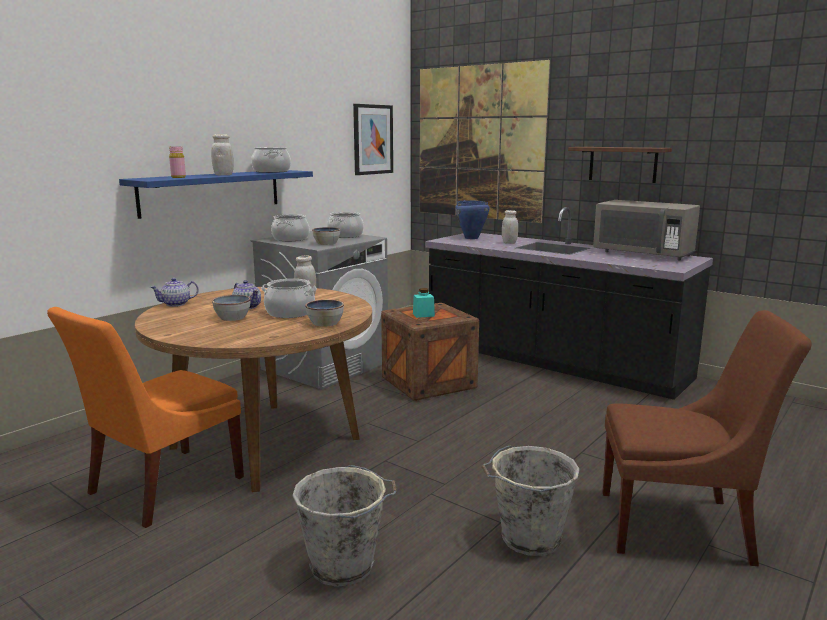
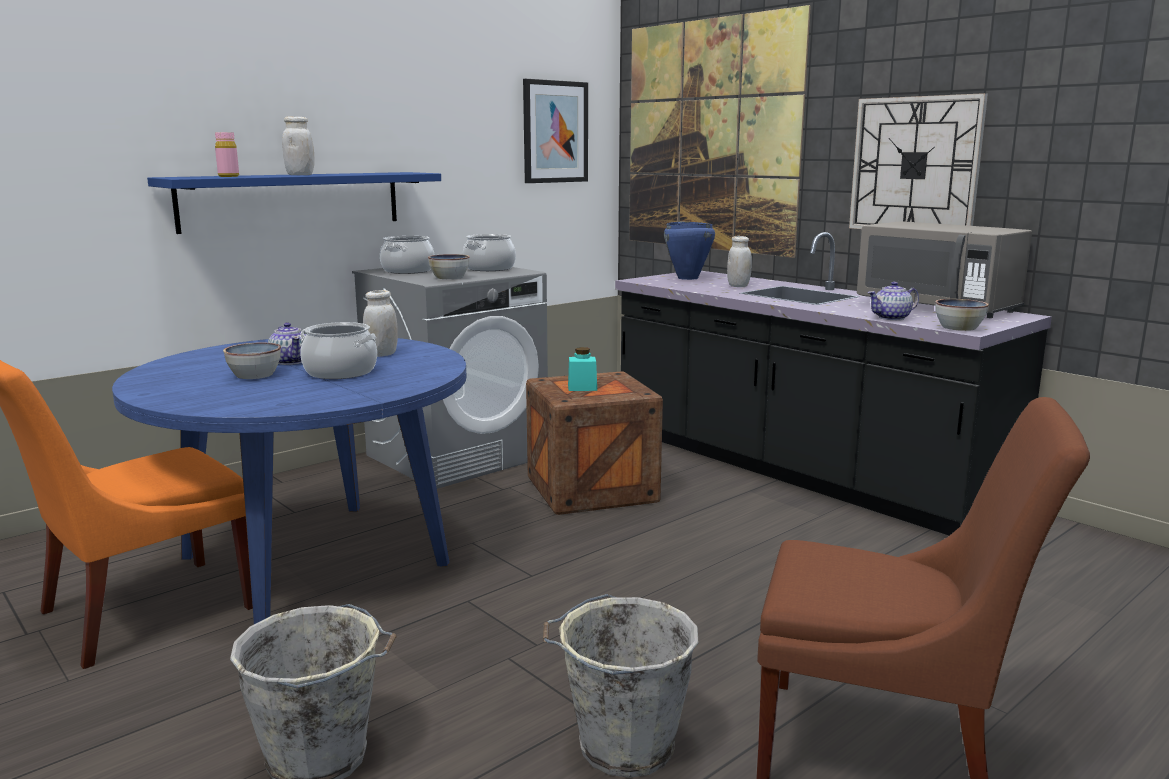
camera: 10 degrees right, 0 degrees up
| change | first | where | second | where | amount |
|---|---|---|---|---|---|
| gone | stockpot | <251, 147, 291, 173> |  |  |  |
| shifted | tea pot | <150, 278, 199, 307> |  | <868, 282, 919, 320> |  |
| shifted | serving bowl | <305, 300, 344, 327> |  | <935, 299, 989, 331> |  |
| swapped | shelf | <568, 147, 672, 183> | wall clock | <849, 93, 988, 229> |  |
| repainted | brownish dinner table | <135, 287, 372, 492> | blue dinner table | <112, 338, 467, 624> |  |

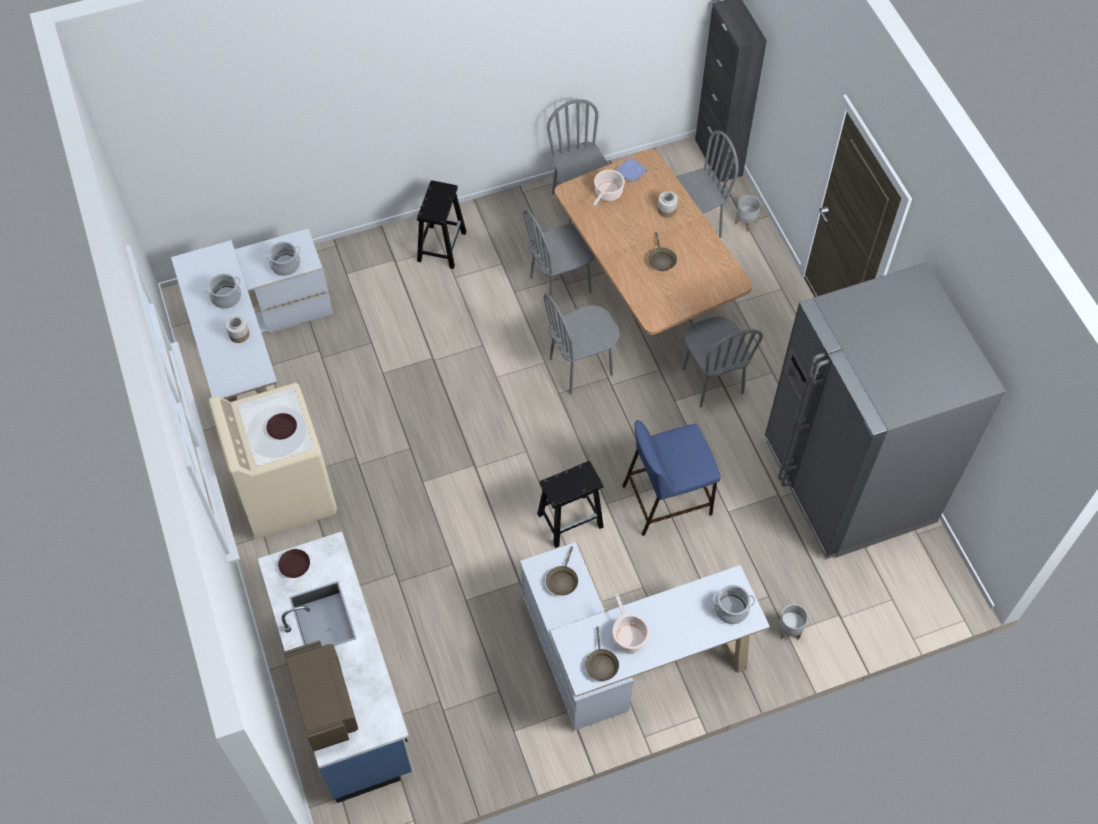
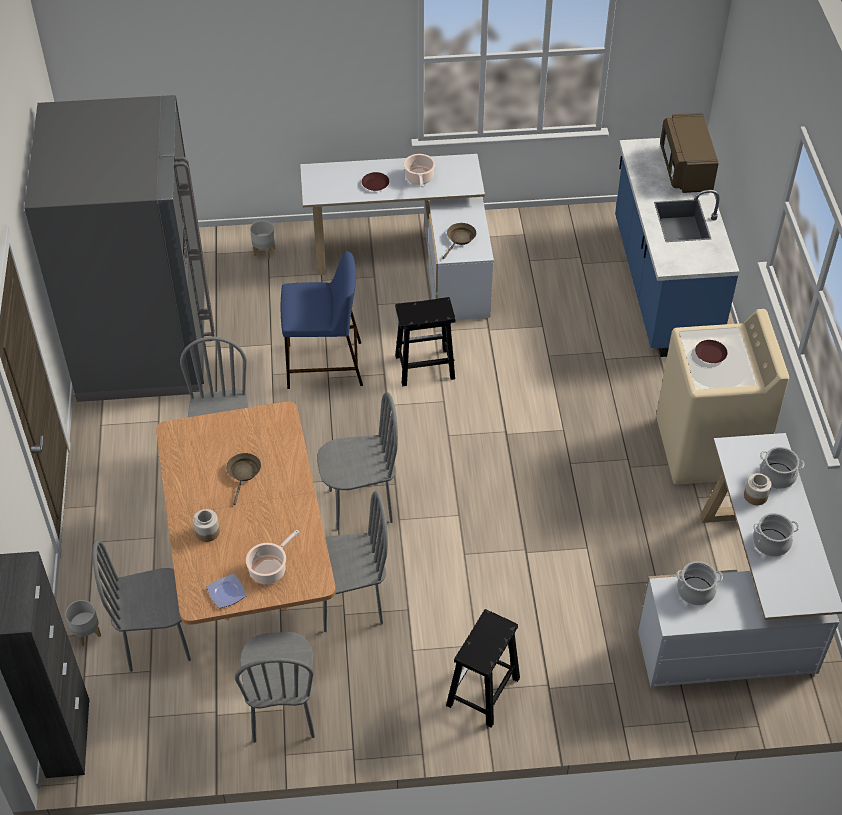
camera: 165 degrees left, 10 degrees down
| change | first | where | second | where | amount |
|---|---|---|---|---|---|
| gone | brownish skillet | <585, 627, 619, 681> |  |  |  |
| shifted | brownish plate | <278, 549, 310, 578> |  | <362, 172, 389, 191> |  |
| shifted | stockpot | <713, 585, 755, 624> |  | <760, 447, 805, 489> |  |

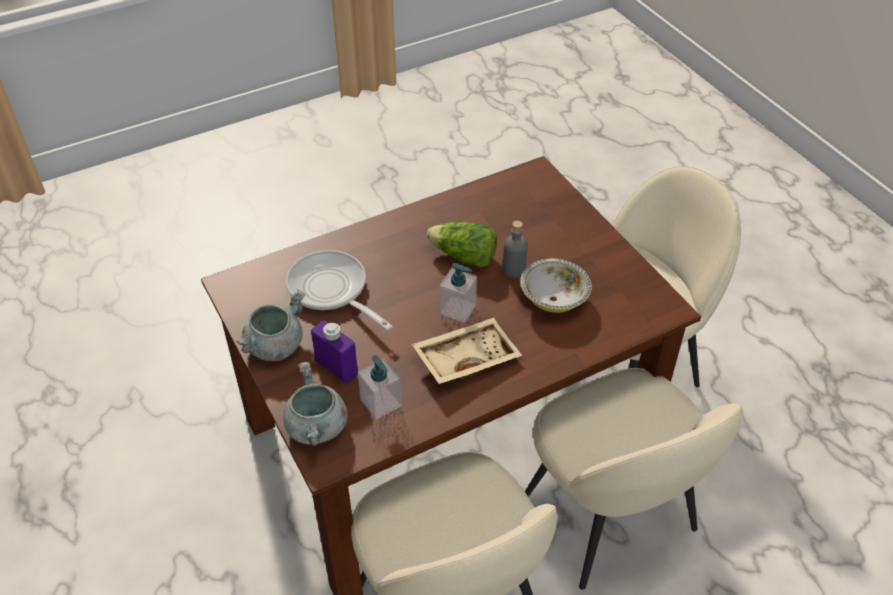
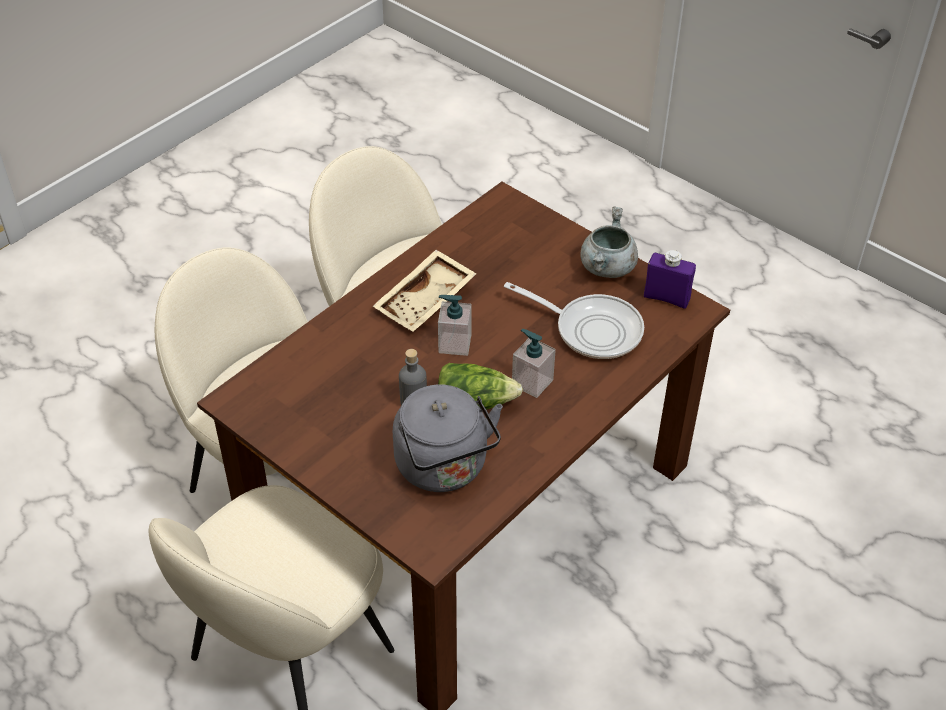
camera: 160 degrees right, 0 degrees up
| change | first | where | second | where | amount |
|---|---|---|---|---|---|
| gone | greyish stockpot | <283, 362, 348, 446> |  |  |  |
| gone | serving bowl | <520, 258, 592, 313> |  |  |  |
| new |  |  | greyish kettle | <393, 384, 503, 492> |  |
| shifted | purplish bottle | <311, 320, 358, 384> |  | <644, 250, 696, 309> |  |
| shifted | liquid soap bottle | <358, 355, 402, 420> |  | <512, 329, 556, 398> |  |

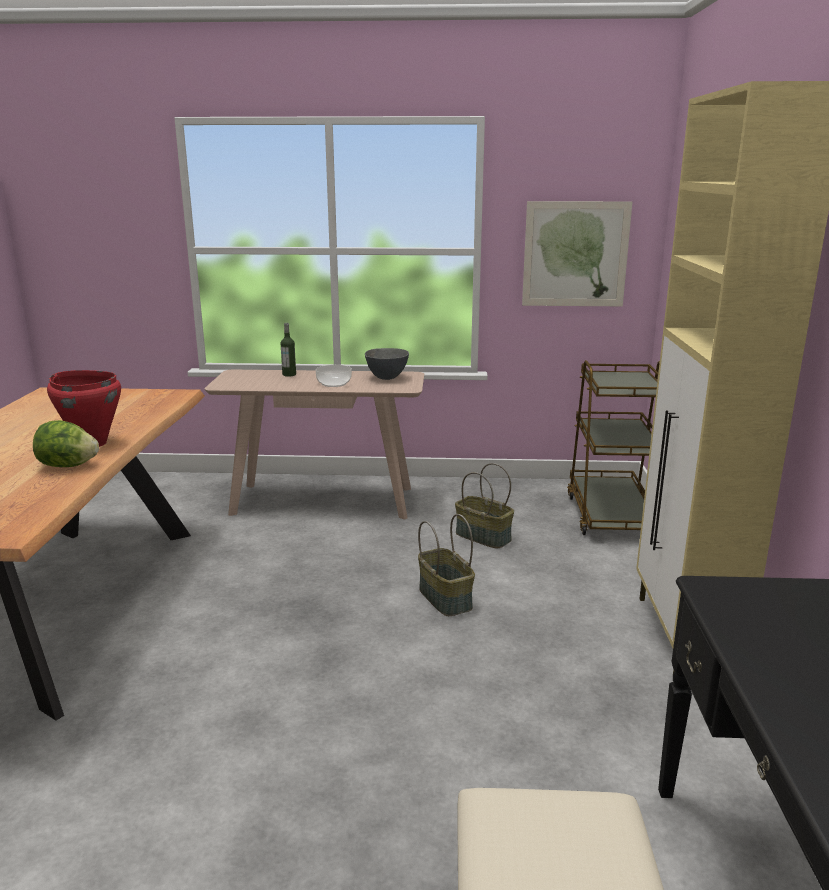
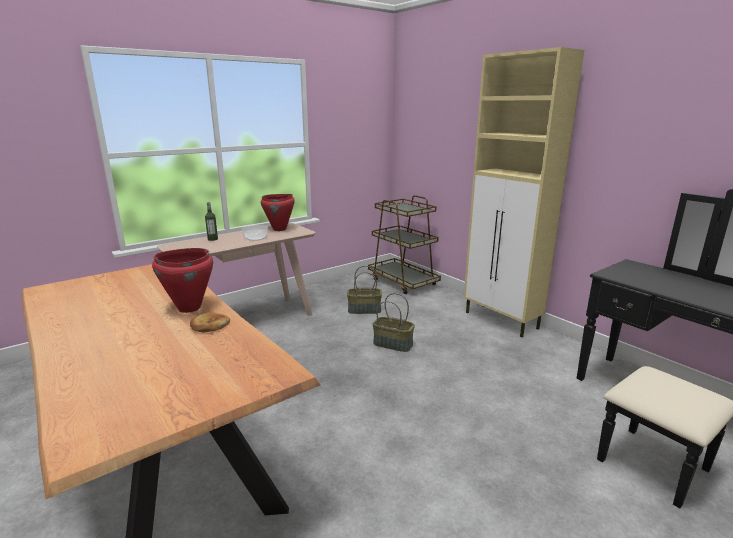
camera: 40 degrees left, 0 degrees up
| change | first | where | second | where | amount |
|---|---|---|---|---|---|
| gone | picture | <522, 201, 632, 306> |  |  |  |
| swapped | lettuce | <33, 420, 99, 467> | baked bread | <190, 312, 230, 332> |  |
| swapped | greyish serving bowl | <365, 348, 409, 380> | reddish stockpot | <261, 194, 295, 231> |  |

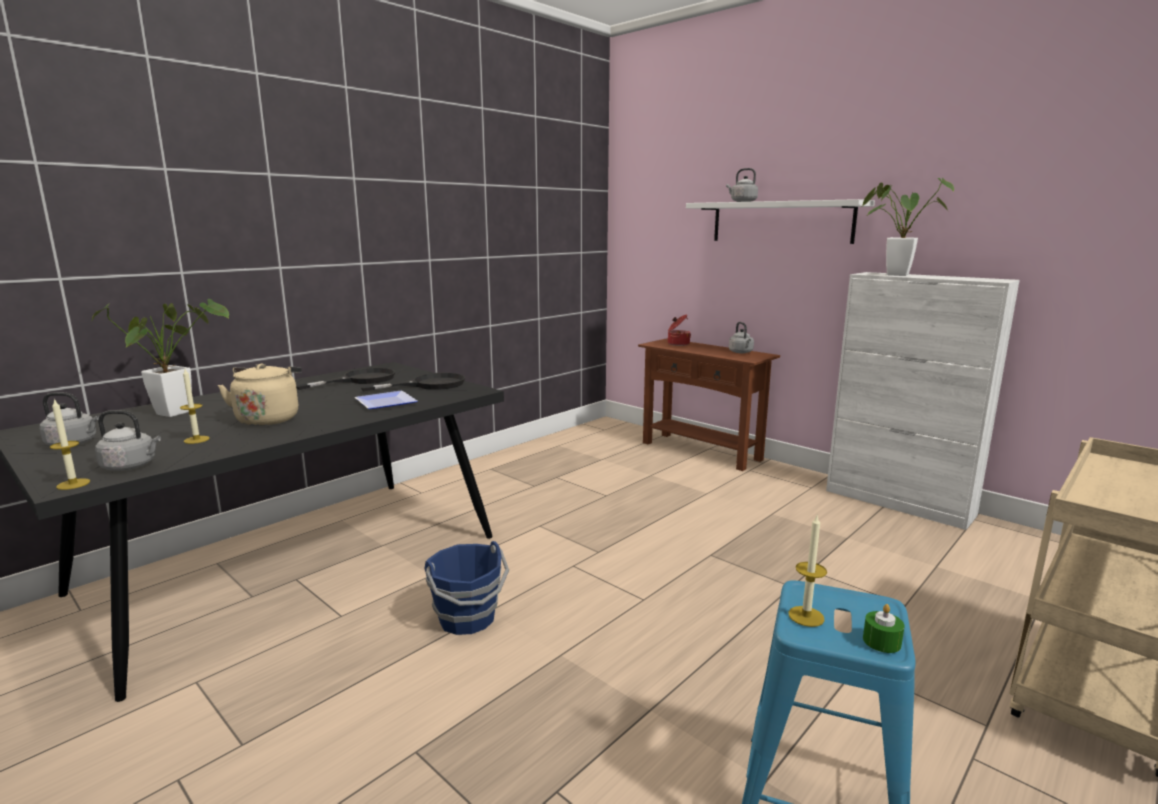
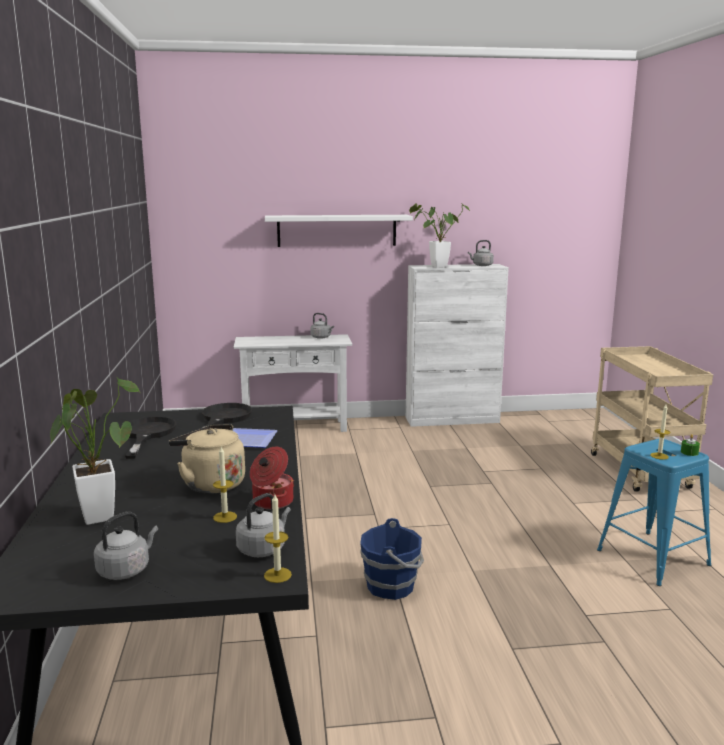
camera: 50 degrees left, 0 degrees up
| change | first | where | second | where | amount |
|---|---|---|---|---|---|
| shifted | stockpot | <668, 314, 691, 346> |  | <250, 447, 294, 510> |  |
| shifted | greyish kettle | <726, 168, 758, 202> |  | <468, 240, 494, 266> |  |
| repainted | brownish hall table | <638, 338, 780, 471> | white hall table | <233, 334, 352, 432> |  |

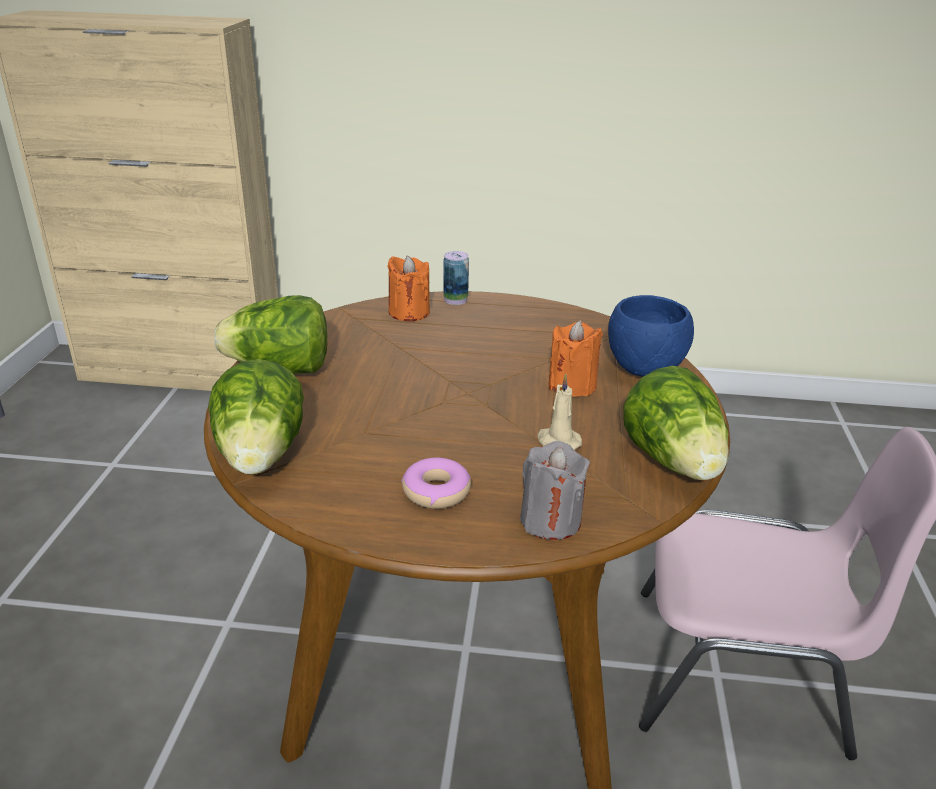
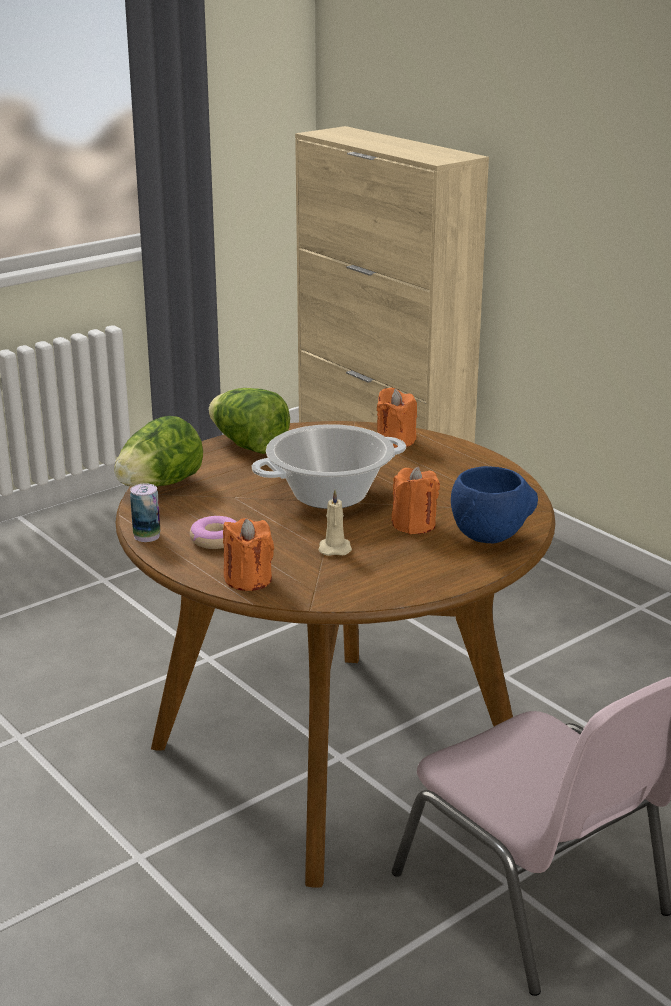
camera: 45 degrees right, 5 degrees down
| change | first | where | second | where | amount |
|---|---|---|---|---|---|
| gone | lettuce | <623, 366, 729, 480> |  |  |  |
| new |  |  | stockpot | <252, 424, 406, 509> |  |
| shifted | metal can | <443, 251, 469, 305> |  | <130, 483, 160, 542> |  |
| repainted | greyish wax light | <520, 441, 590, 540> | orangey wax light | <223, 518, 274, 591> |  |

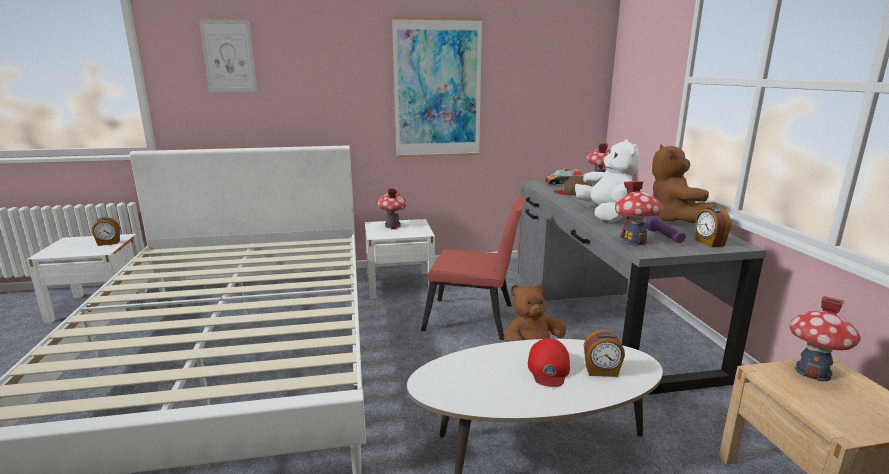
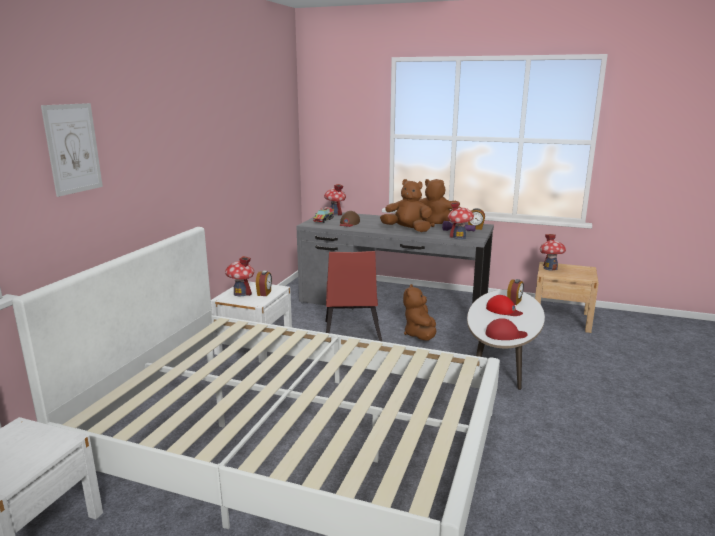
camera: 60 degrees left, 0 degrees up
| change | first | where | second | where | amount |
|---|---|---|---|---|---|
| gone | picture | <392, 16, 483, 158> |  |  |  |
| new |  |  | reddish cap | <486, 318, 528, 340> |  |
| shifted | bedside clock | <92, 217, 120, 246> |  | <256, 271, 272, 296> |  |
| repainted | white cuddly toy | <575, 139, 639, 222> | brownish cuddly toy | <380, 179, 432, 232> |  |
| rotated | reddish chair | <421, 196, 526, 340> |  | <325, 251, 383, 342> | 135 degrees clockwise |

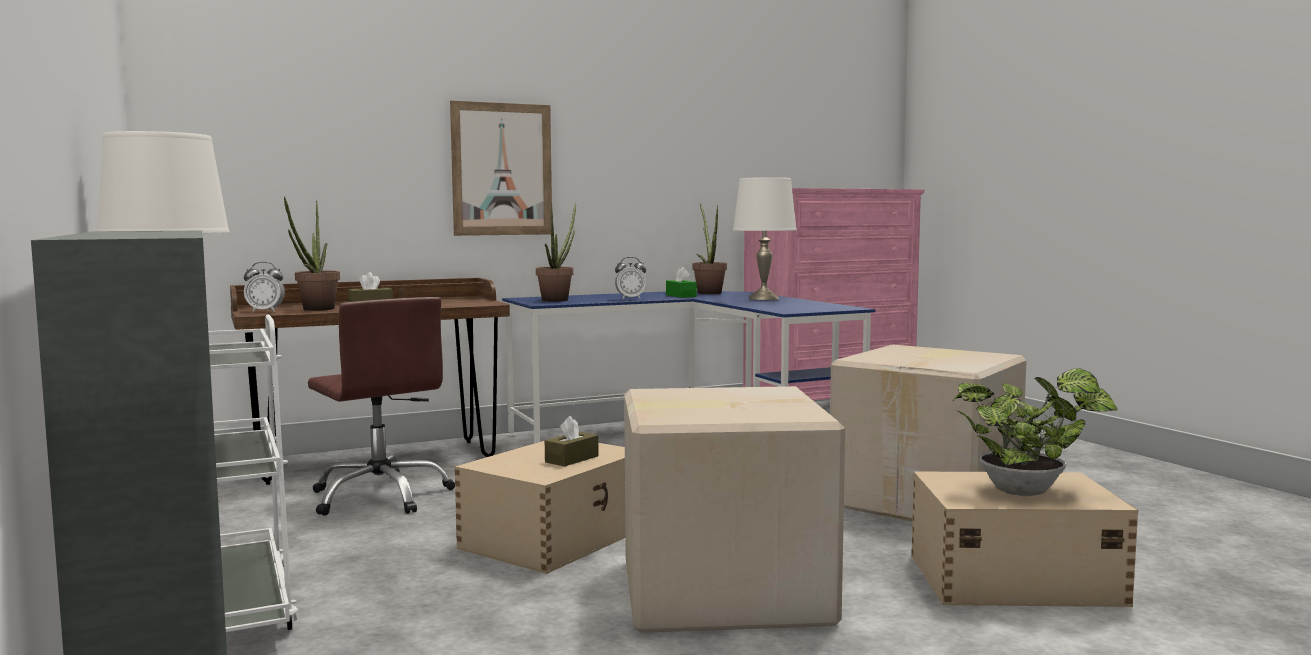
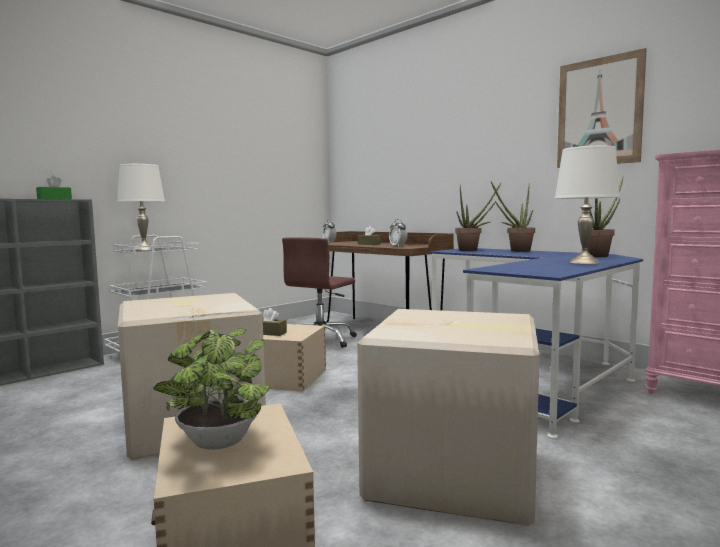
camera: 70 degrees right, 0 degrees up
| change | first | where | second | where | amount |
|---|---|---|---|---|---|
| shifted | potted plant | <284, 196, 340, 311> |  | <491, 182, 535, 252> |  |
| shifted | picture | <450, 101, 552, 236> |  | <557, 48, 646, 168> |  |
| shifted | bedside clock | <615, 257, 646, 299> |  | <389, 219, 407, 247> |  |
| shifted | greenish tissue box | <666, 267, 697, 298> |  | <36, 176, 72, 199> |  |

